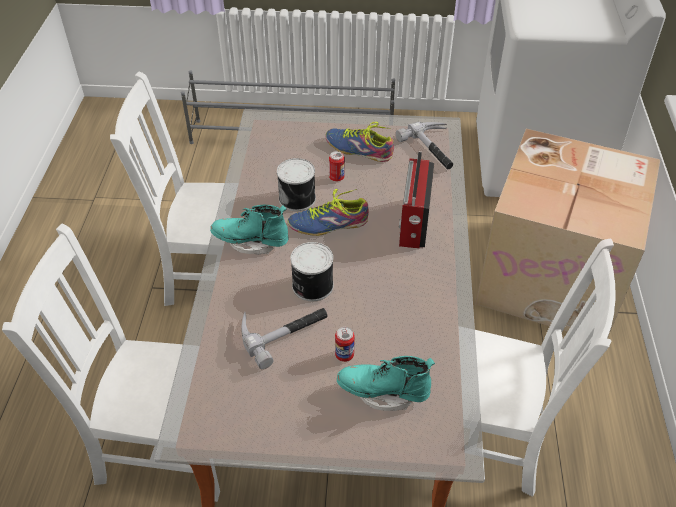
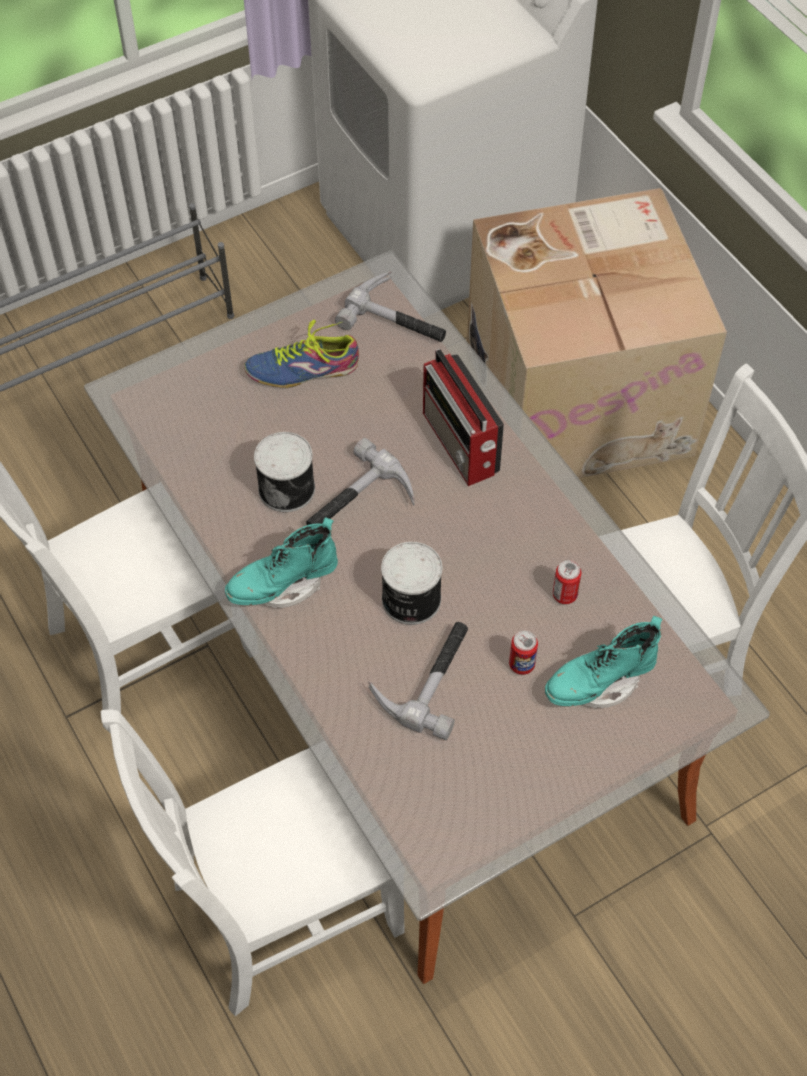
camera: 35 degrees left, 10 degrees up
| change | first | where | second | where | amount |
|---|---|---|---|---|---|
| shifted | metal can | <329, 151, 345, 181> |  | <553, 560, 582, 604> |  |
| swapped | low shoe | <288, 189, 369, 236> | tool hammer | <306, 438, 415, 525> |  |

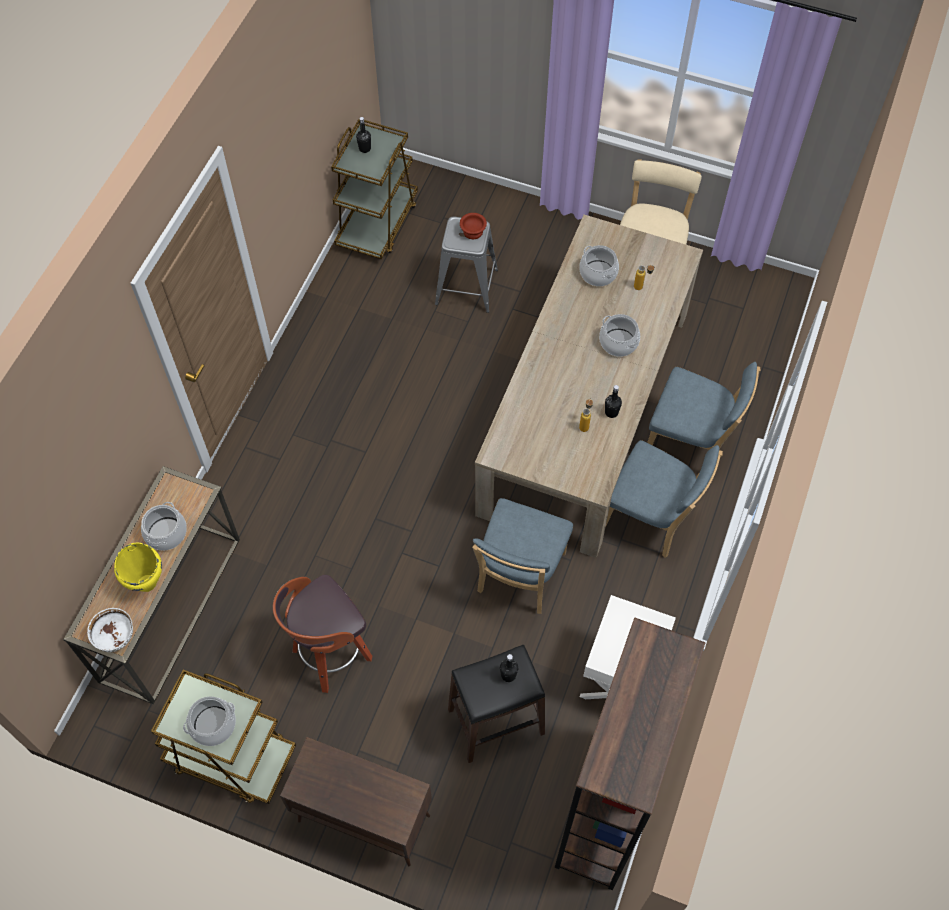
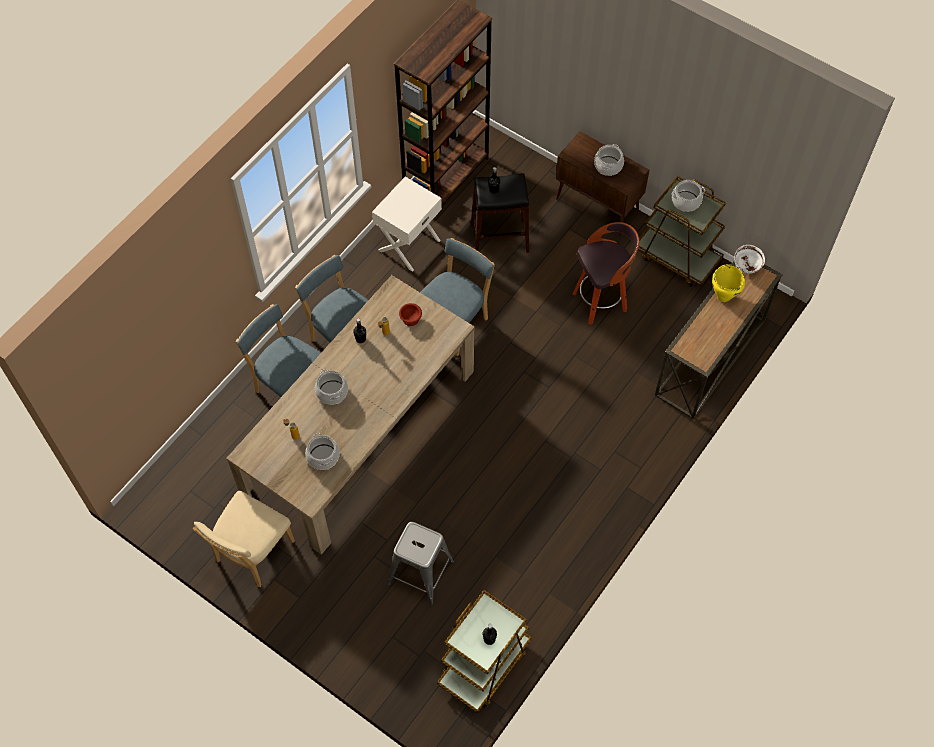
camera: 165 degrees left, 0 degrees up
| change | first | where | second | where | amount |
|---|---|---|---|---|---|
| shifted | stockpot | <141, 502, 187, 551> |  | <594, 144, 624, 176> |  |
| shifted | brownish serving bowl | <460, 213, 487, 239> |  | <399, 303, 422, 326> |  |

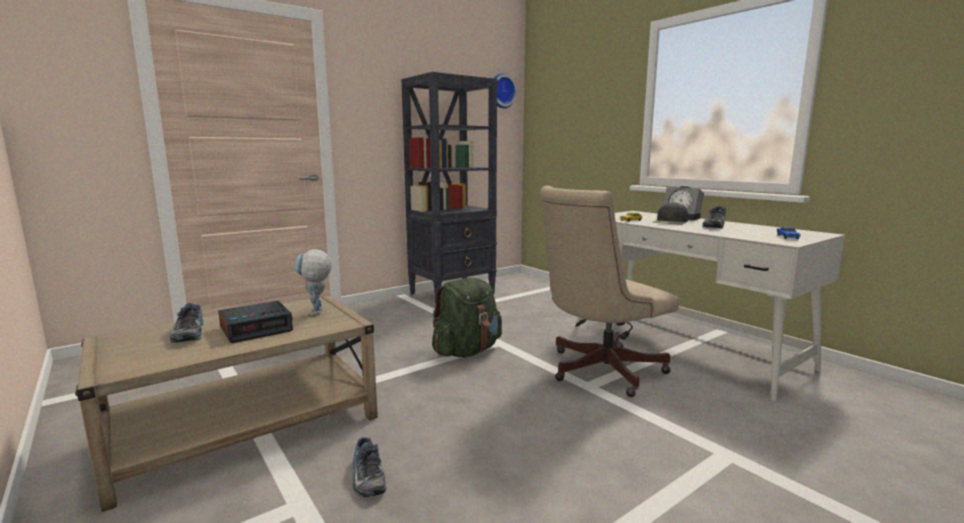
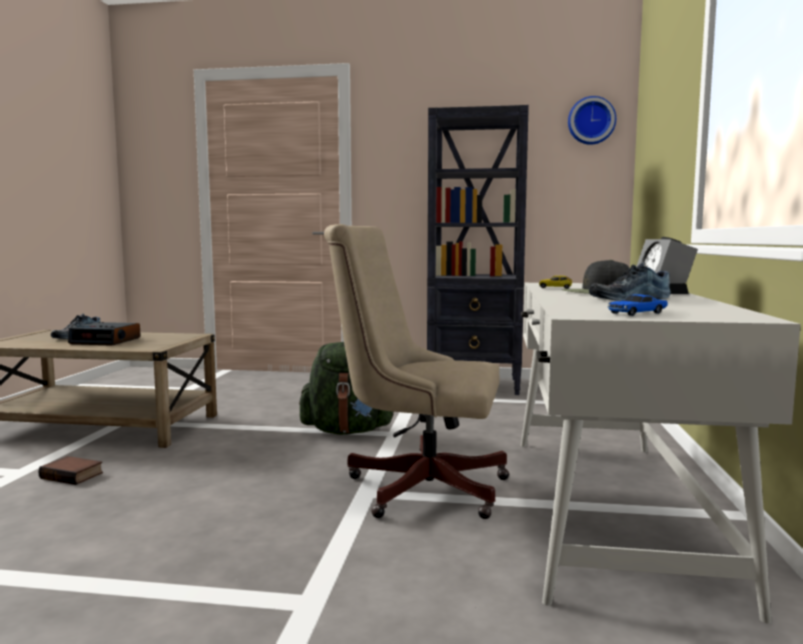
camera: 45 degrees right, 5 degrees down
| change | first | where | second | where | amount |
|---|---|---|---|---|---|
| gone | toy robot | <295, 249, 332, 316> |  |  |  |
| swapped | low shoe | <352, 437, 386, 497> | bound book | <38, 456, 103, 485> |  |

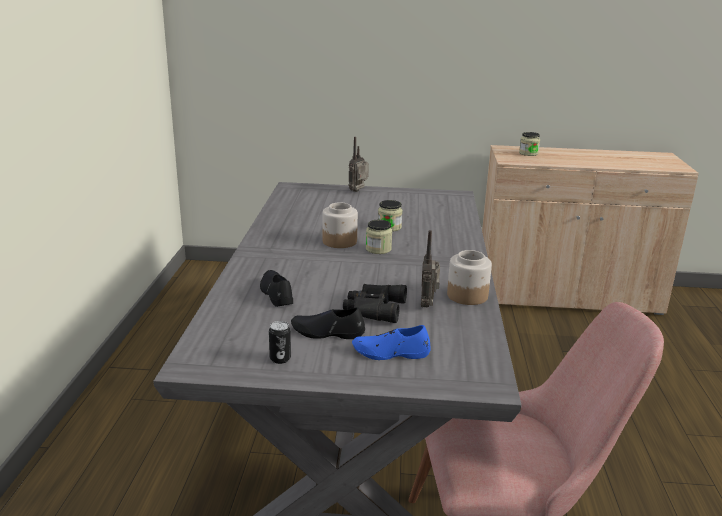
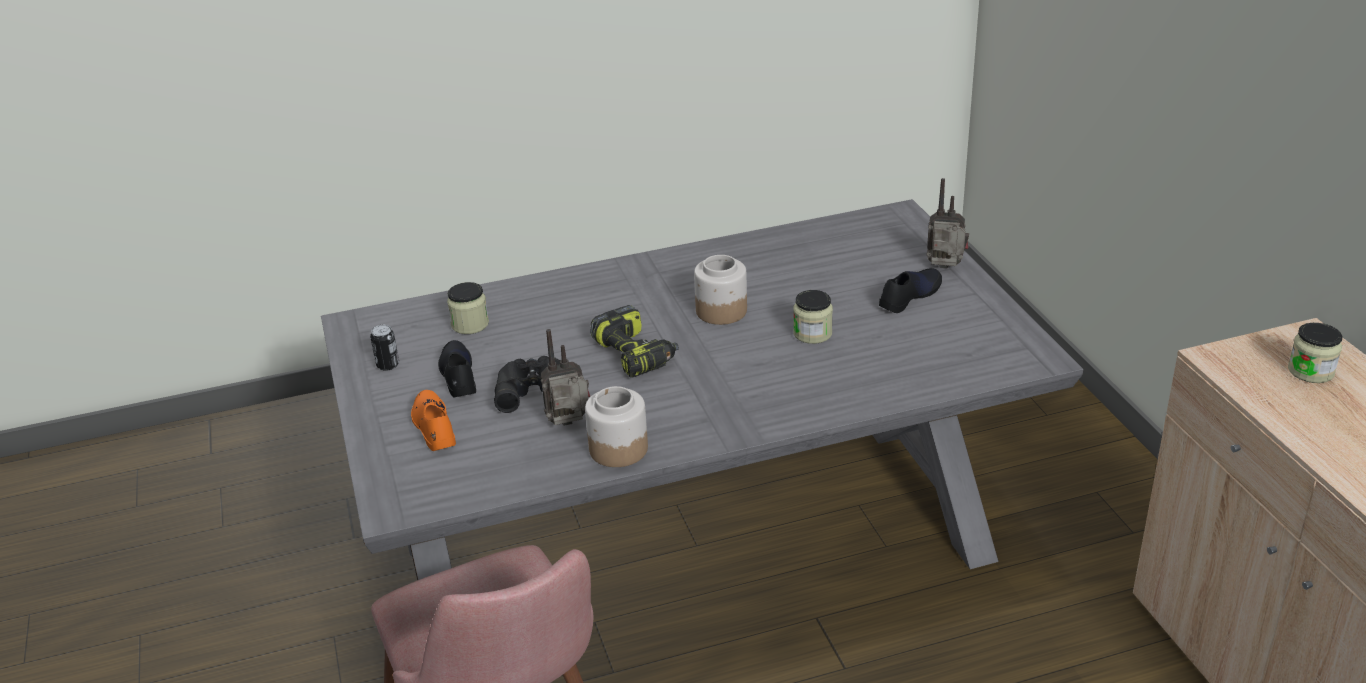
camera: 70 degrees right, 10 degrees up
| change | first | where | second | where | amount |
|---|---|---|---|---|---|
| new |  |  | power drill | <590, 305, 679, 378> |  |
| shifted | blackish low shoe | <260, 270, 293, 307> |  | <879, 268, 942, 313> |  |
| shifted | storage jar | <366, 220, 392, 254> |  | <447, 282, 489, 334> |  |
| repainted | blue low shoe | <352, 325, 431, 360> | orangey low shoe | <411, 390, 456, 451> |  |

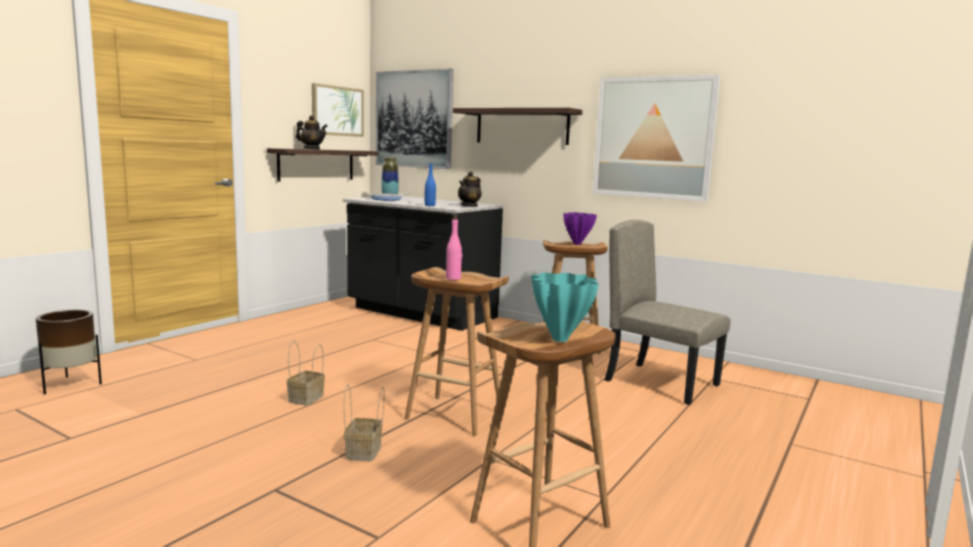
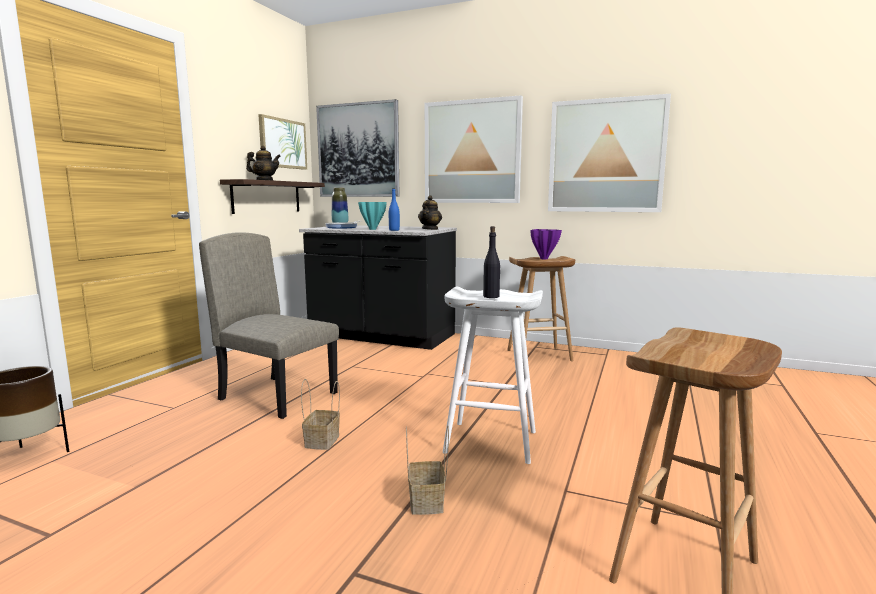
camera: 10 degrees left, 0 degrees up
| change | first | where | second | where | amount |
|---|---|---|---|---|---|
| shifted | turquoise decorative vase | <531, 272, 599, 342> |  | <358, 202, 387, 230> |  |
| shifted | beige-coloured chair | <604, 220, 731, 405> |  | <199, 233, 339, 419> |  |
| swapped | shelf | <453, 108, 582, 145> | picture | <425, 95, 523, 203> |  |
| repainted | brownish sitting stool | <404, 267, 509, 436> | white sitting stool | <443, 287, 543, 464> |  |
| repainted | pink-coloured bottle | <446, 214, 462, 280> | blackish bottle | <483, 226, 500, 298> |  |

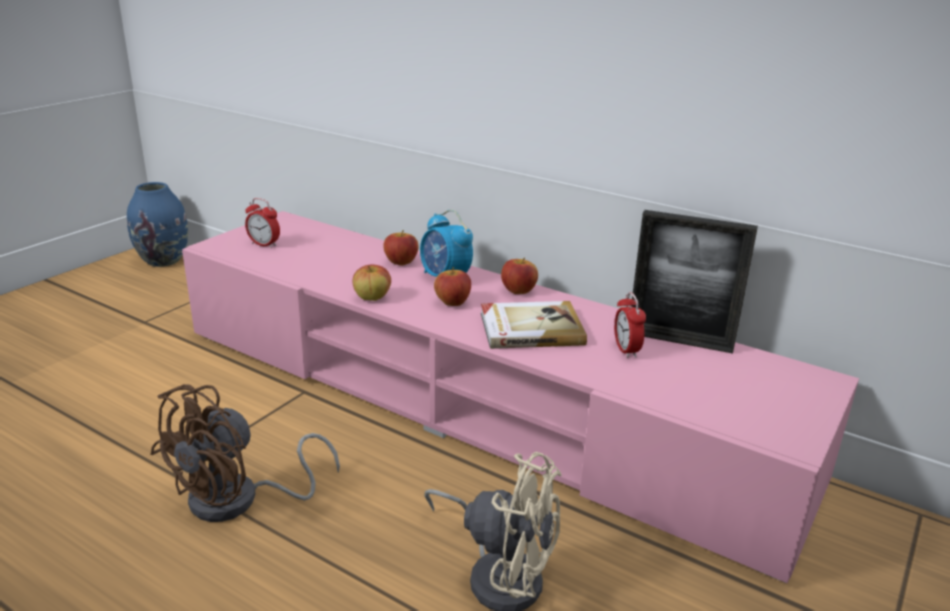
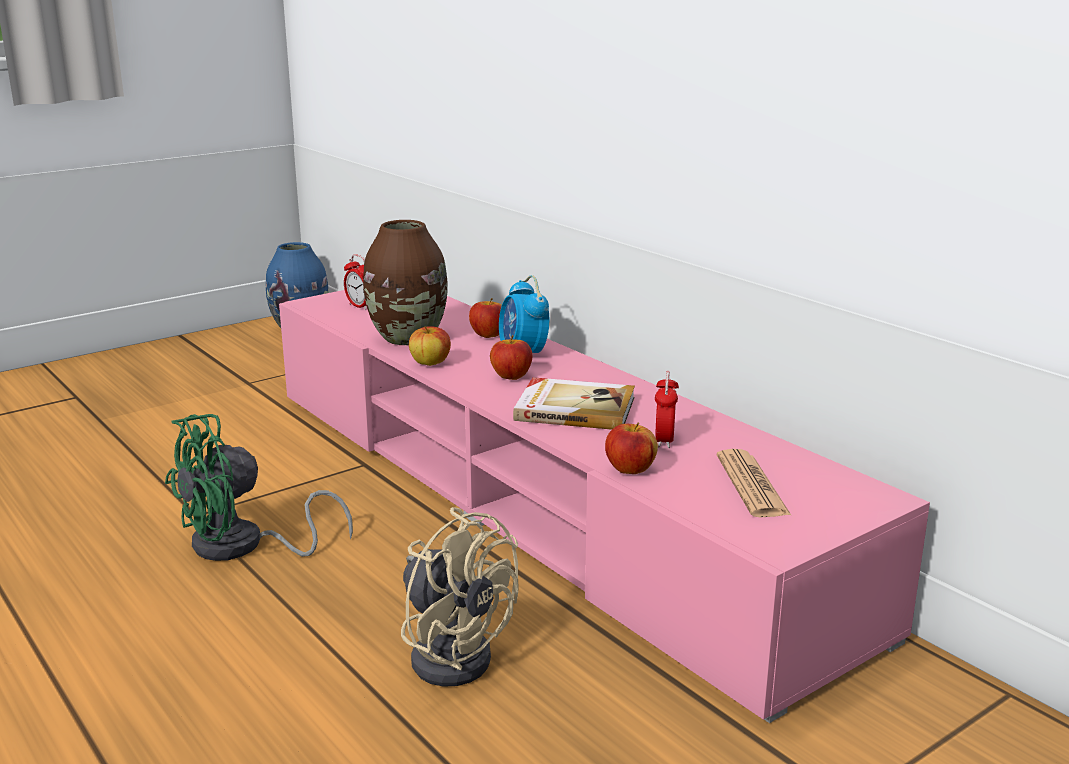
camera: 20 degrees right, 5 degrees down
| change | first | where | second | where | amount |
|---|---|---|---|---|---|
| gone | photo frame | <631, 210, 758, 354> |  |  |  |
| new |  |  | brownish decorative vase | <363, 220, 448, 345> |  |
| new |  |  | daily paper | <717, 449, 791, 517> |  |
| shifted | whole apple | <501, 257, 538, 294> |  | <605, 422, 658, 474> |  |
| repainted | brownish cooling fan | <150, 384, 340, 522> | greenish cooling fan | <165, 414, 353, 561> |  |

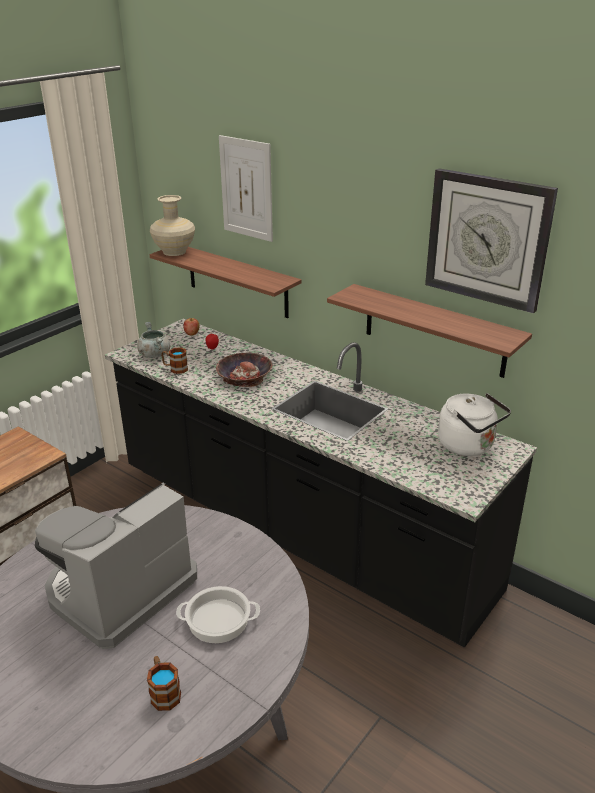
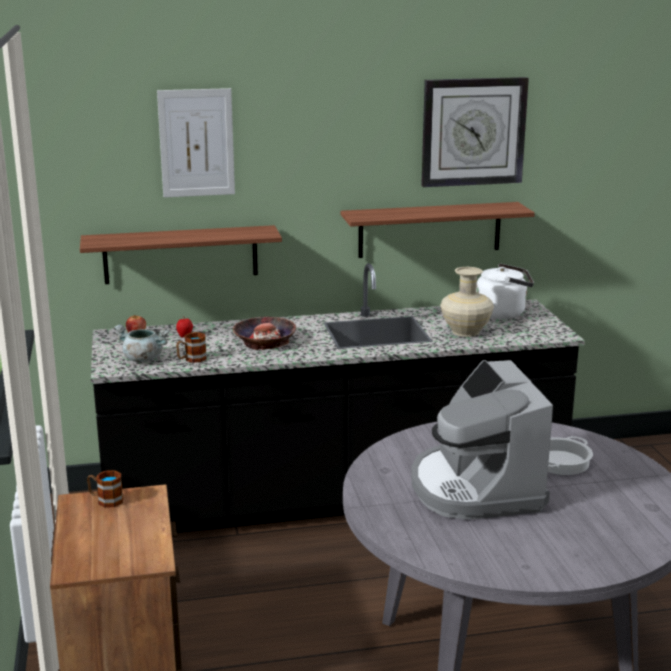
camera: 50 degrees left, 10 degrees down
| change | first | where | second | where | amount |
|---|---|---|---|---|---|
| shifted | coffee mug | <147, 656, 181, 711> |  | <87, 470, 123, 508> |  |
| shifted | beige-coloured decorative vase | <150, 195, 195, 256> |  | <440, 267, 494, 337> |  |

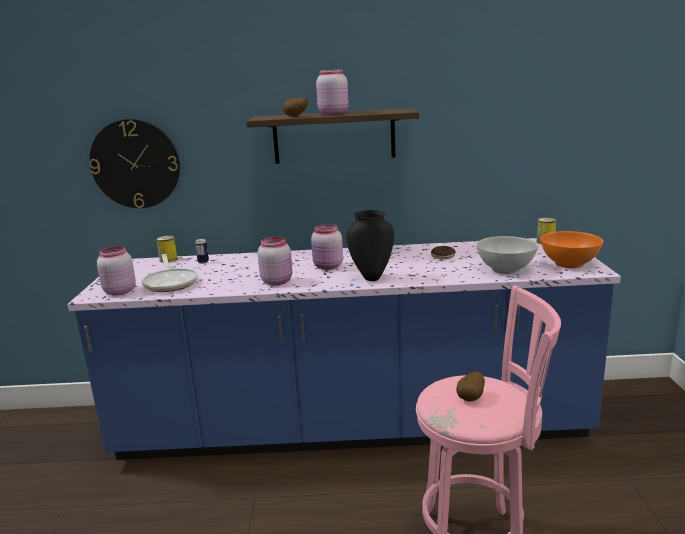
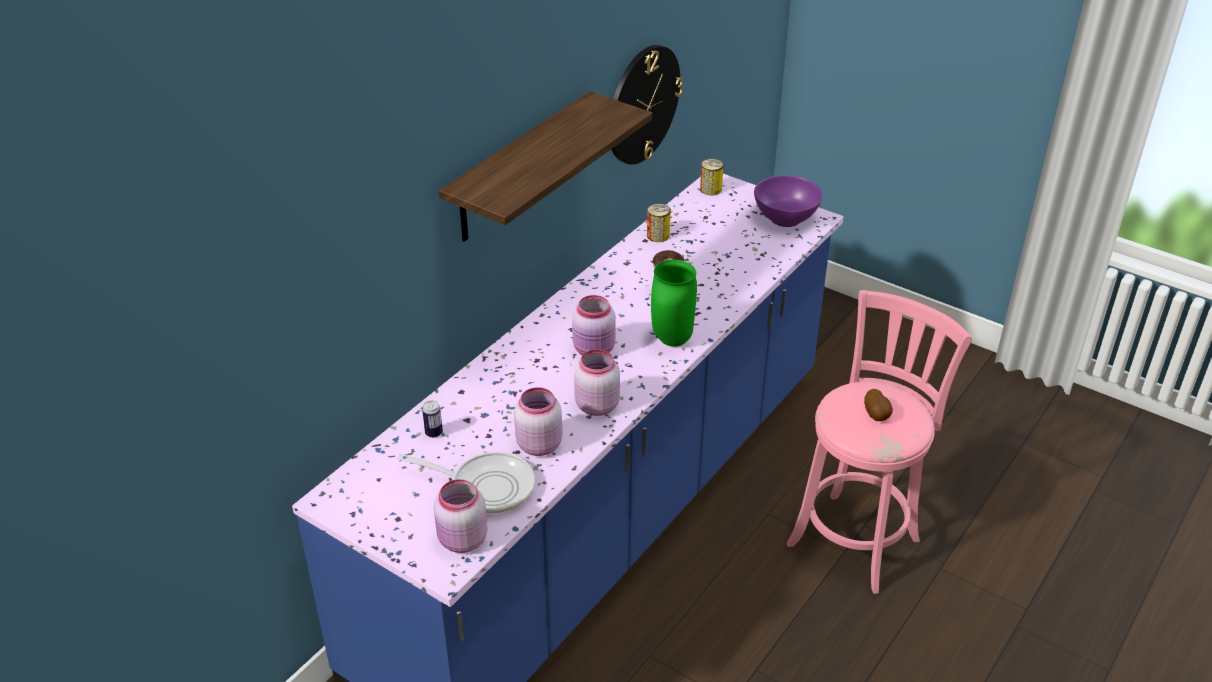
camera: 55 degrees left, 20 degrees up
| change | first | where | second | where | amount |
|---|---|---|---|---|---|
| gone | spud | <283, 98, 308, 117> |  |  |  |
| gone | white serving bowl | <476, 236, 538, 274> |  |  |  |
| shifted | wall clock | <89, 119, 180, 208> |  | <611, 45, 683, 165> |  |
| shifted | metal can | <156, 236, 177, 263> |  | <647, 204, 671, 242> |  |
| shifted | pink-coloured storage jar | <316, 69, 349, 115> |  | <514, 387, 562, 456> |  |
| repainted | blackish decorative vase | <347, 210, 394, 281> | greenish decorative vase | <651, 260, 697, 347> |  |
| repainted | orangey serving bowl | <540, 231, 603, 268> | purplish serving bowl | <754, 175, 823, 227> |  |

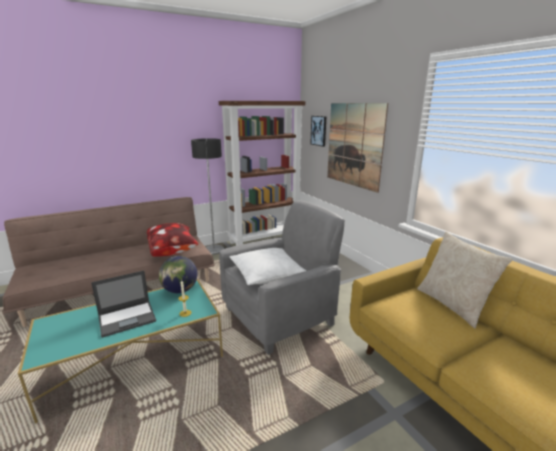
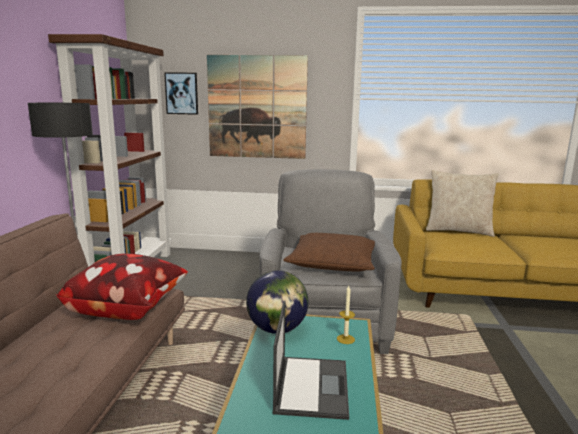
camera: 55 degrees left, 5 degrees down
| change | first | where | second | where | amount |
|---|---|---|---|---|---|
| repainted | white pillow | <230, 248, 307, 285> | brownish pillow | <283, 233, 375, 272> |  |

